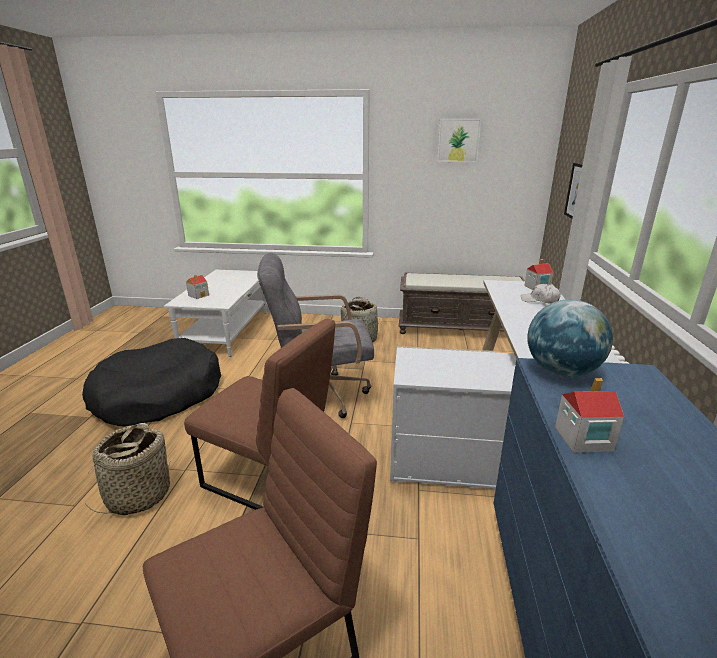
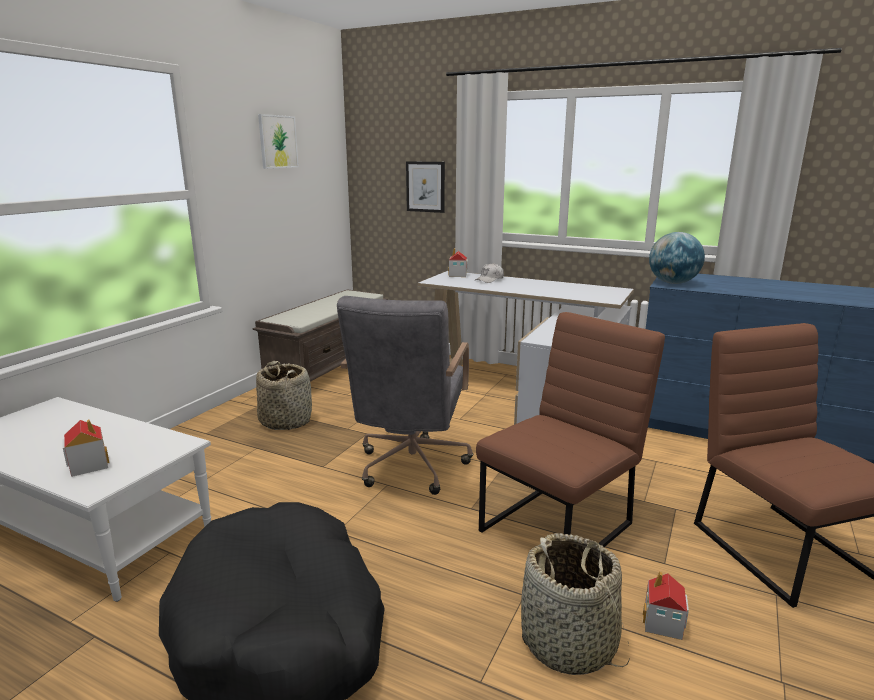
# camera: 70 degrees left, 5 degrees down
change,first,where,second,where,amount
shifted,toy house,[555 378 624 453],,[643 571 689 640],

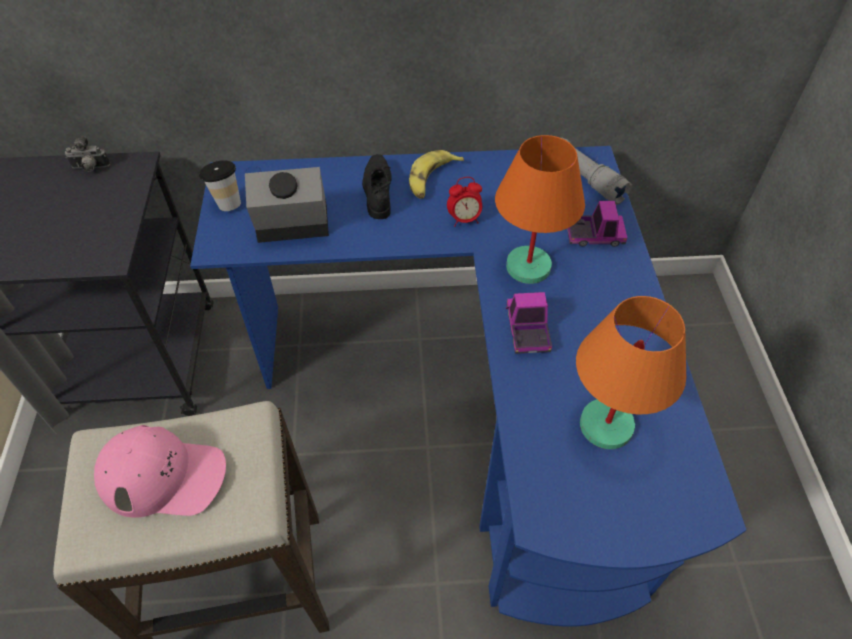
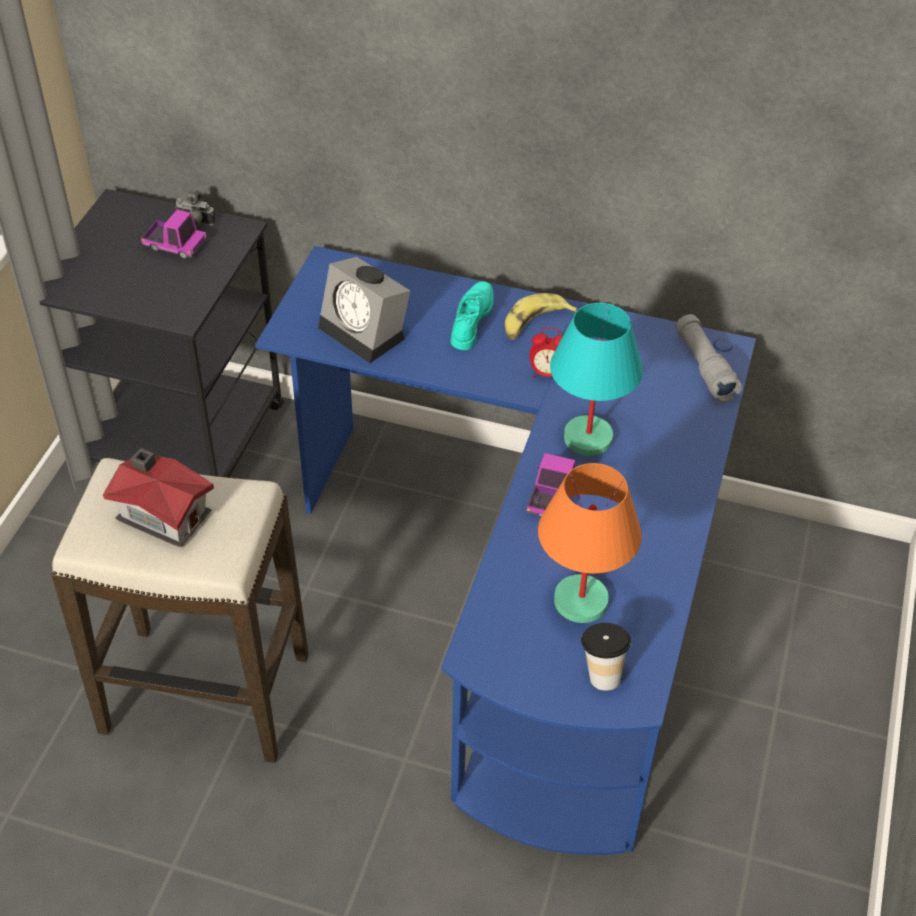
# camera: 20 degrees right, 5 degrees down
change,first,where,second,where,amount
shifted,small cup,[199 160 241 211],,[581 623 631 691],
shifted,toy lorry,[567 201 627 247],,[141 209 207 259],
swapped,pinkish peaked cap,[94 425 226 518],toy house,[103 448 214 548],
repainted,black item of footwear,[362 154 392 219],turquoise-coloured item of footwear,[450 281 494 350],
repainted,orange-coloured lamp for a table,[495 135 585 284],turquoise-coloured lamp for a table,[550 303 643 456],
rotated,bedside clock,[245 167 329 243],,[318 257 410 363],150 degrees counterclockwise

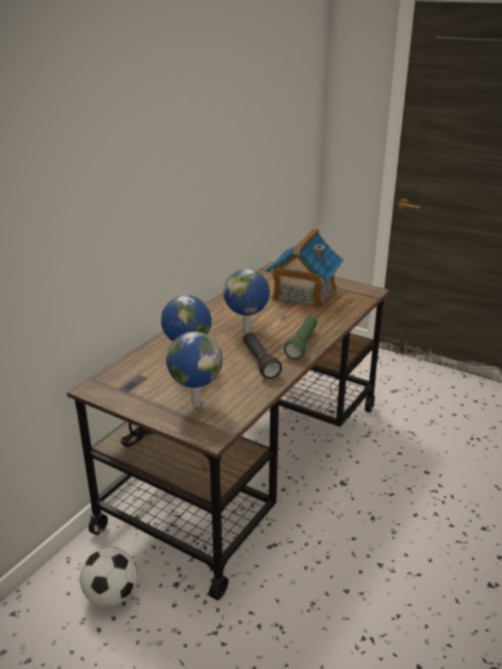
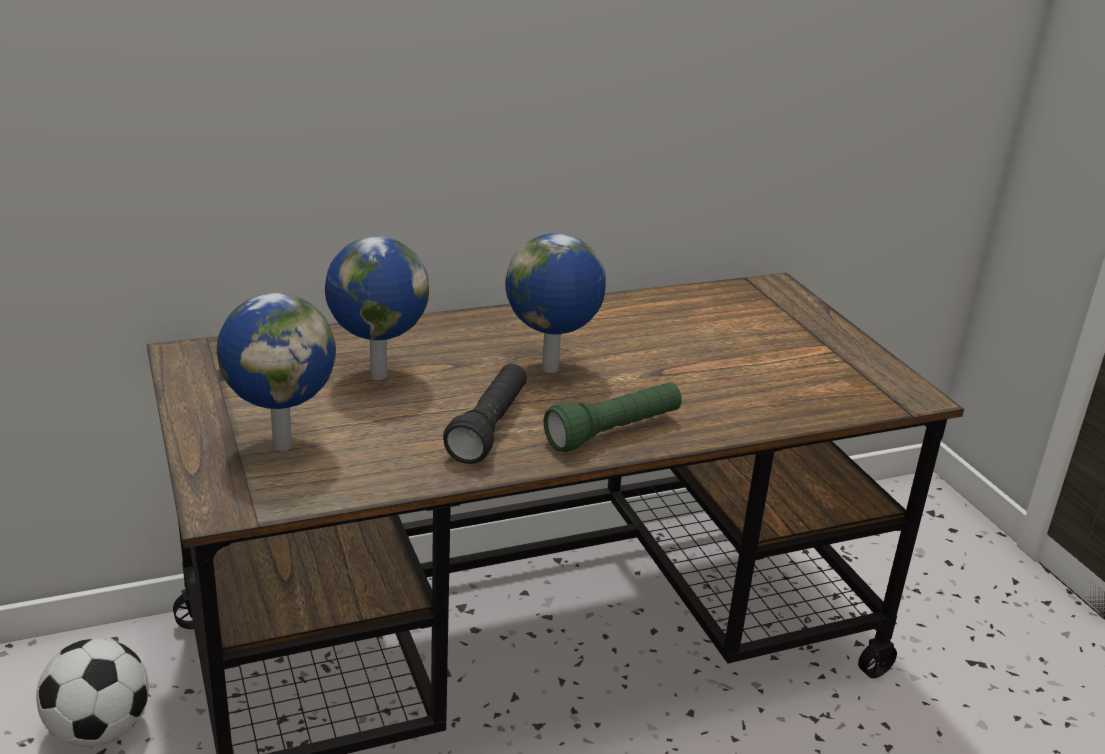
# camera: 35 degrees right, 0 degrees up
change,first,where,second,where,amount
gone,toy house,[266 228 344 309],,,

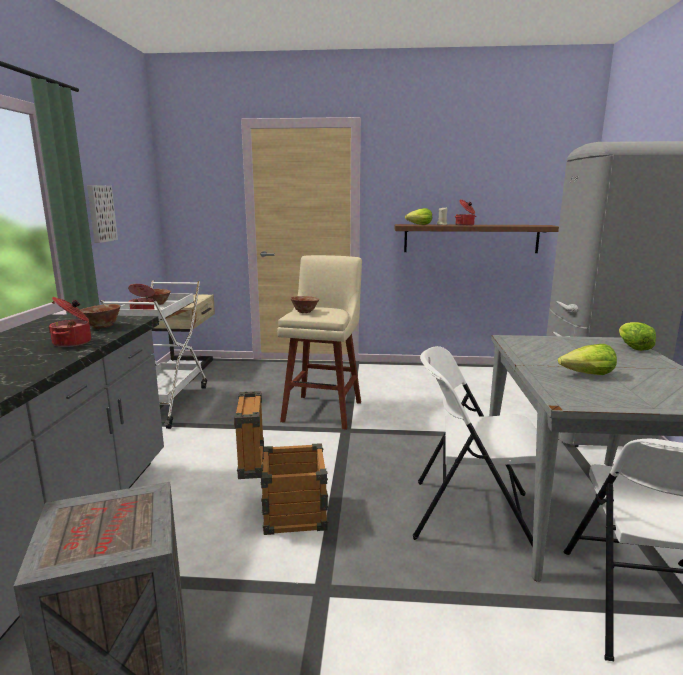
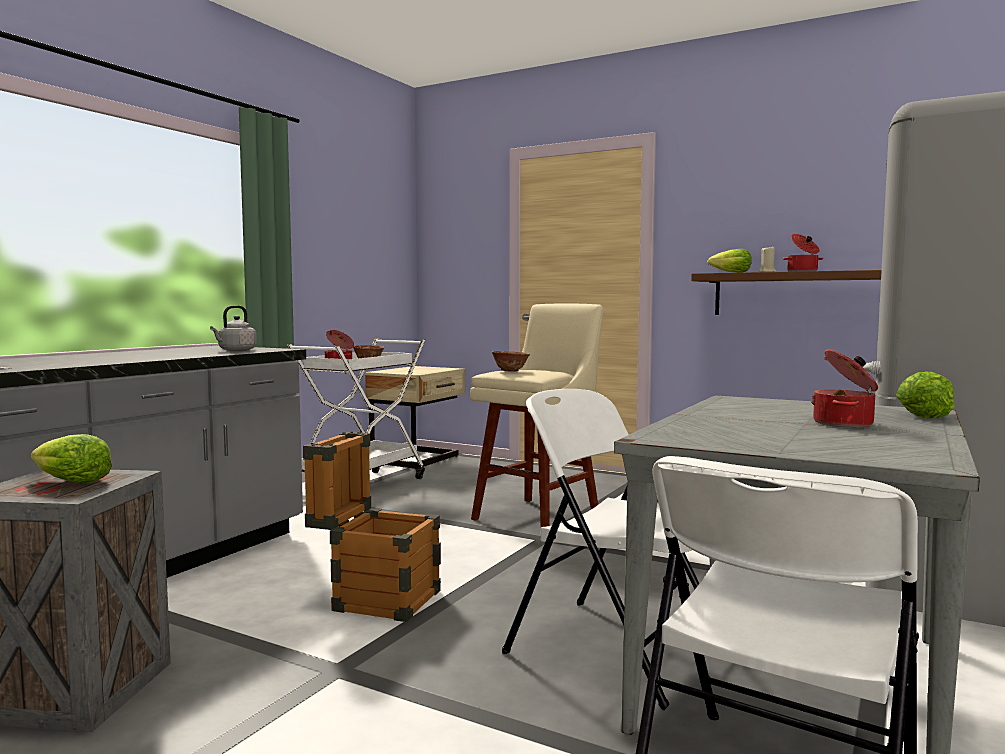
# camera: 25 degrees right, 10 degrees down
change,first,where,second,where,amount
gone,wall picture,[87 185 118 243],,,
shifted,saucepot,[48 297 91 347],,[811 349 878 428],
shifted,head of lettuce,[558 344 617 375],,[31 434 112 484],
swapped,bowl,[80 304 120 329],greyish water kettle,[210 305 257 351],

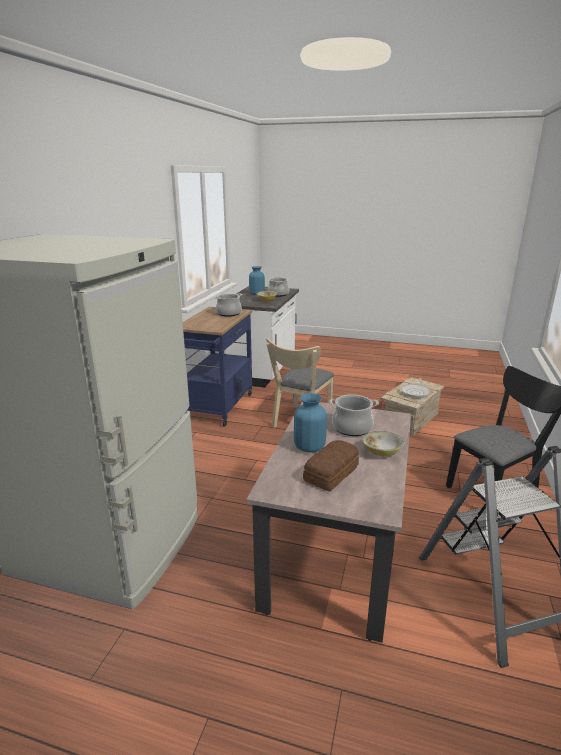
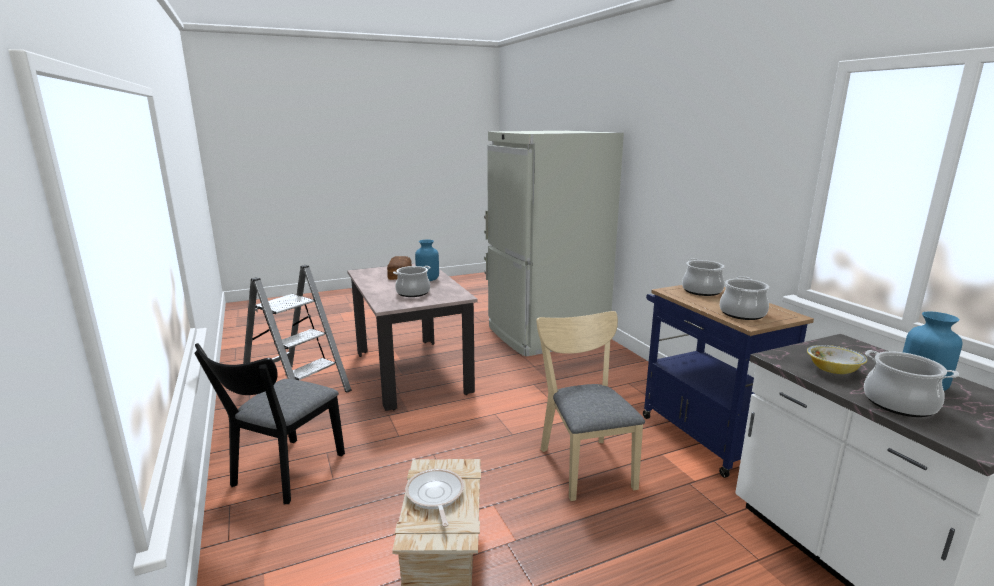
# camera: 140 degrees right, 5 degrees down
change,first,where,second,where,amount
gone,bowl,[362 431 405 457],,,
new,,,saucepot,[682 258 725 296],

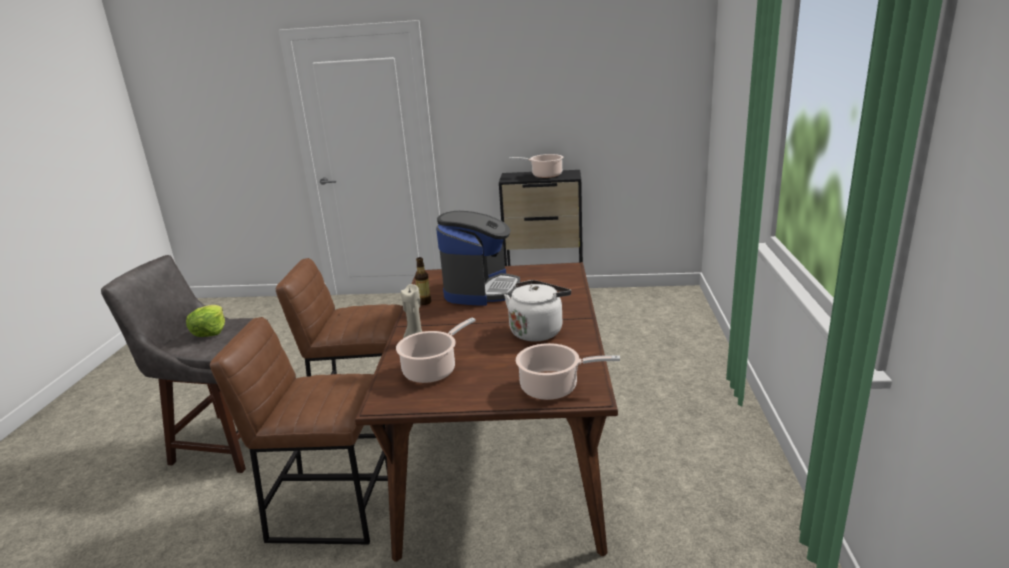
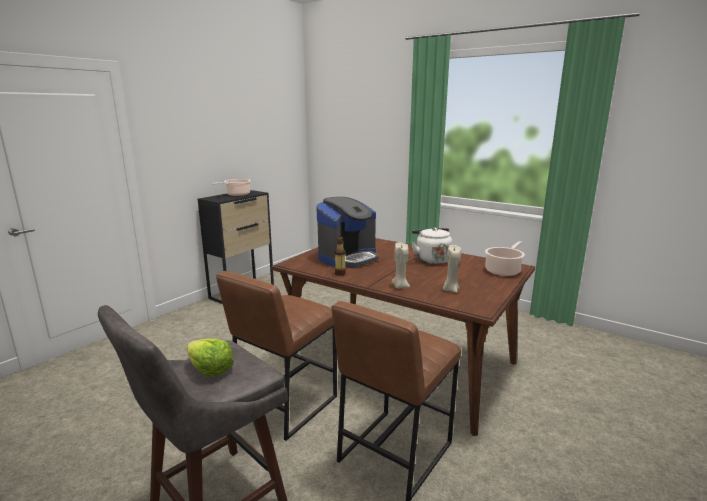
# camera: 60 degrees left, 5 degrees down
change,first,where,second,where,amount
swapped,saucepot,[396 317 476 383],beige wax light,[443 245 462 293],
rotated,coffee maker,[436 211 520 306],,[316 197 378 268],90 degrees clockwise

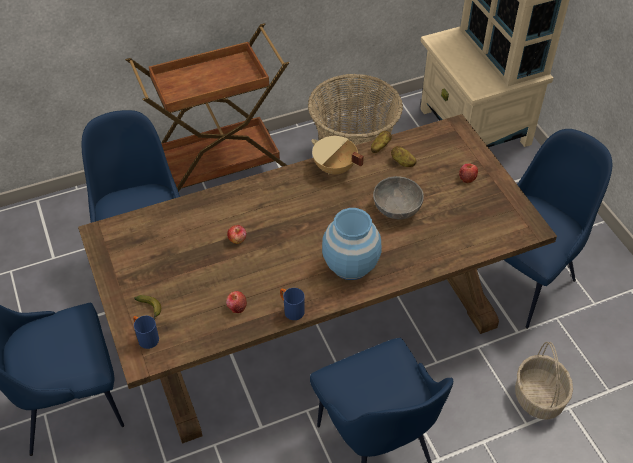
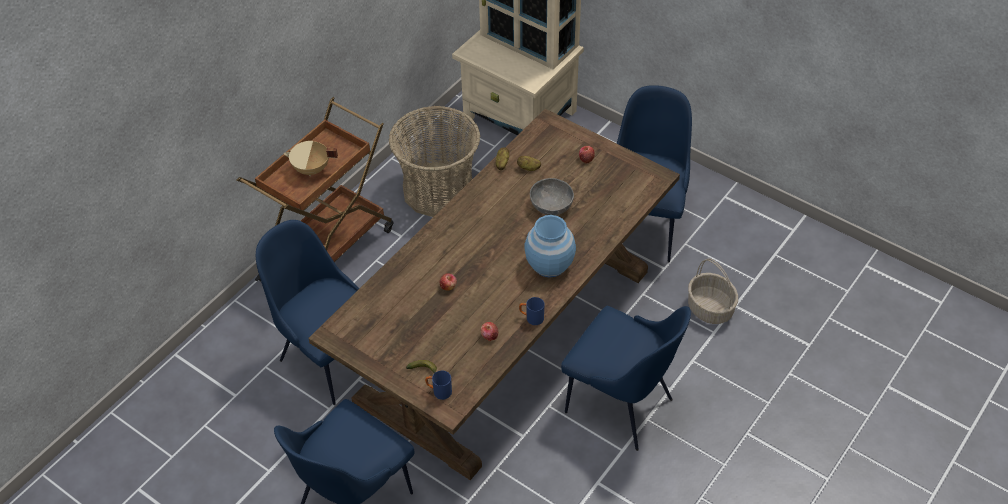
# camera: 30 degrees left, 0 degrees up
change,first,where,second,where,amount
shifted,beige saucepot,[311 136 364 174],,[284 141 338 176],

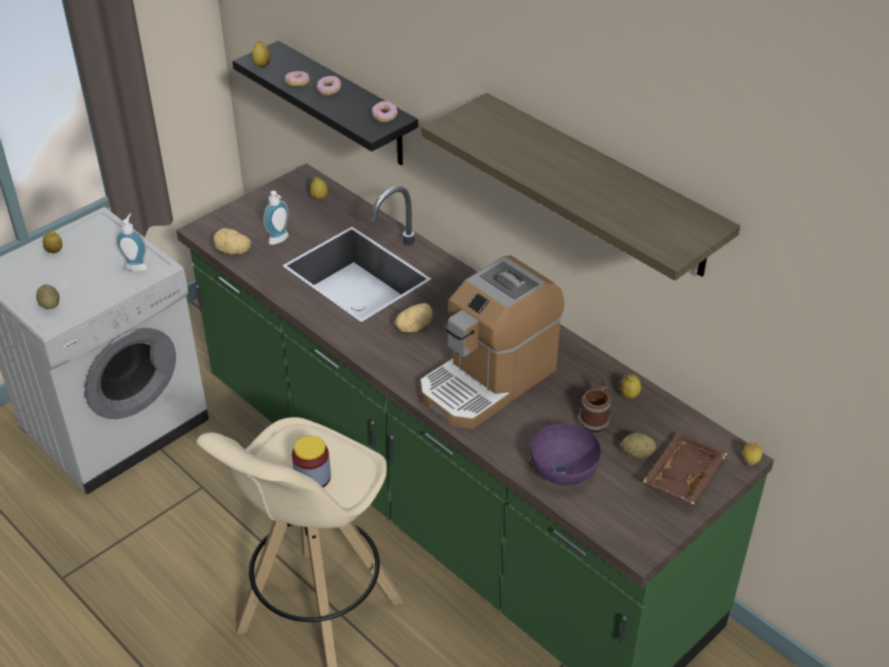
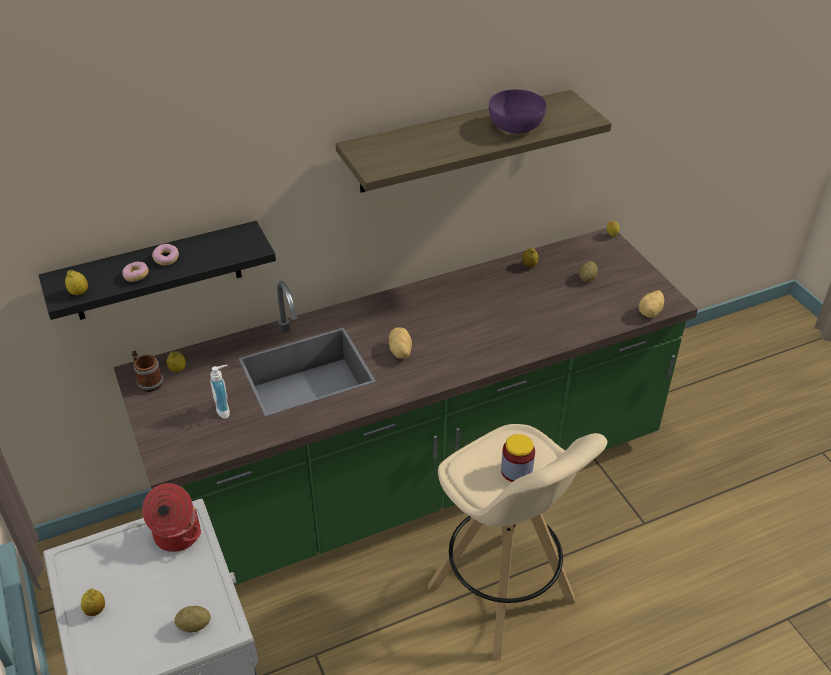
# camera: 70 degrees left, 0 degrees up
change,first,where,second,where,amount
gone,doughnut,[372 101 398 122],,,
gone,coffee maker,[420 255 564 429],,,
gone,brown tray,[643 432 728 505],,,
shifted,spud,[213 228 251 255],,[639 290 664 318],
shifted,purplish bowl,[530 423 601 486],,[489 90 546 134],
shifted,tea mug,[579 380 611 432],,[132 350 163 392],
swapped,liquid soap bottle,[116 214 147 271],saucepot,[142 483 201 552],

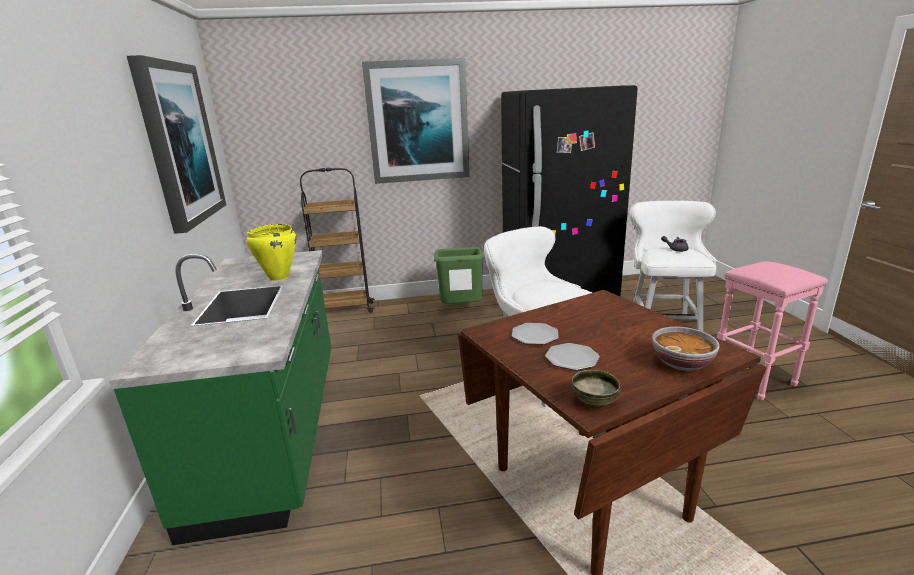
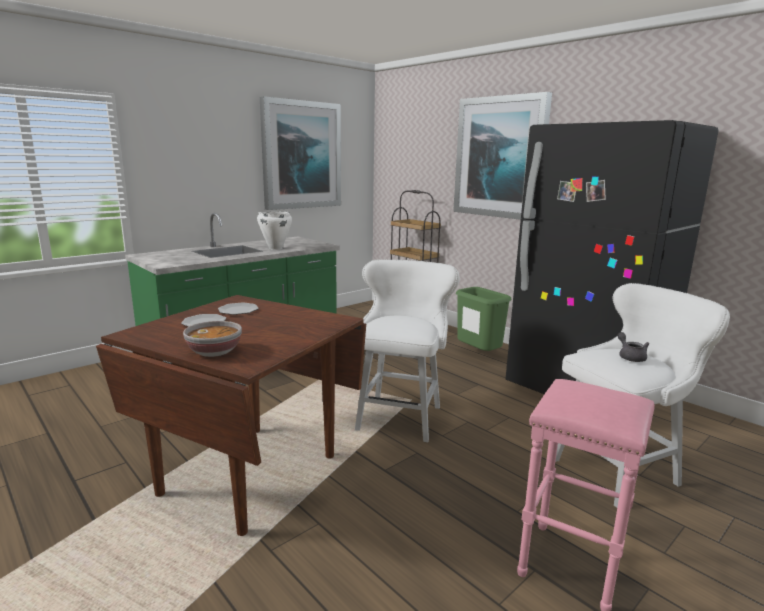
# camera: 55 degrees right, 5 degrees down
change,first,where,second,where,amount
gone,bowl,[571 370 620 406],,,
repainted,yellow saucepot,[246 224 296 281],white saucepot,[257 212 292 250],

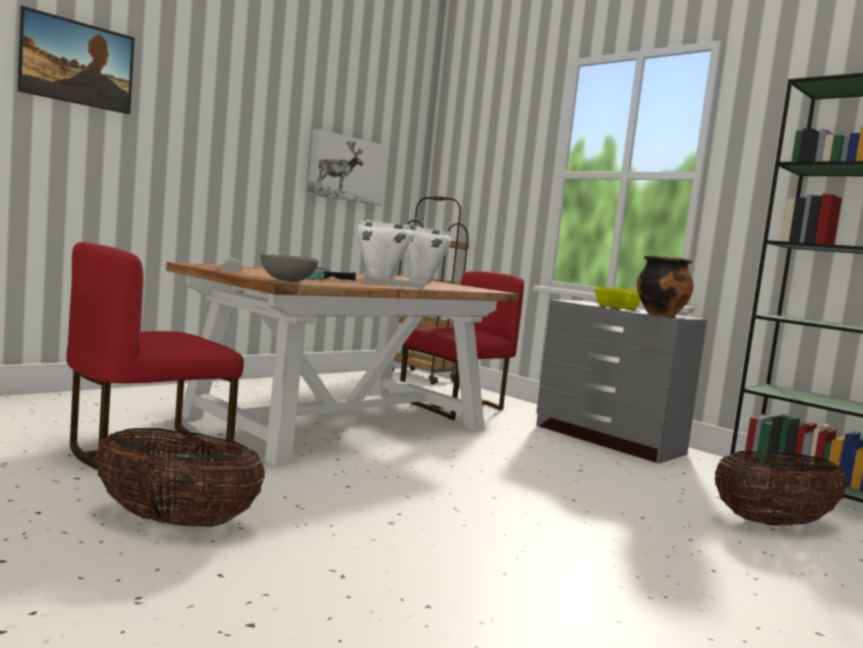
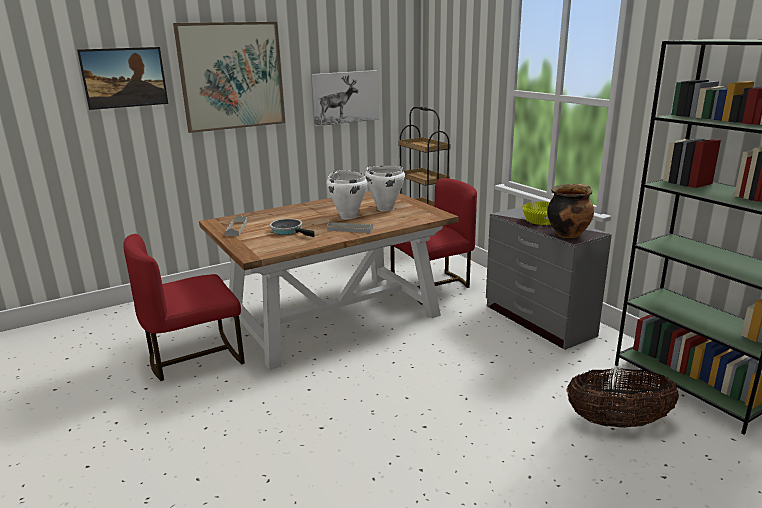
# camera: 15 degrees right, 15 degrees up
change,first,where,second,where,amount
gone,storage basket,[95 428 265 527],,,
gone,greyish bowl,[260 254 319 282],,,
new,,,wall picture,[173 22 285 133],

